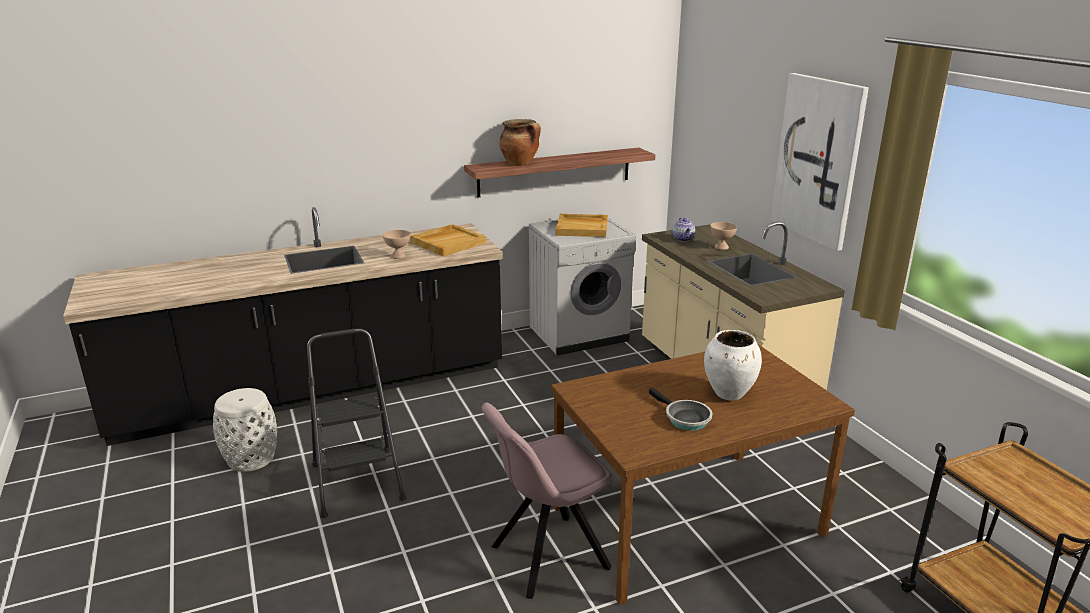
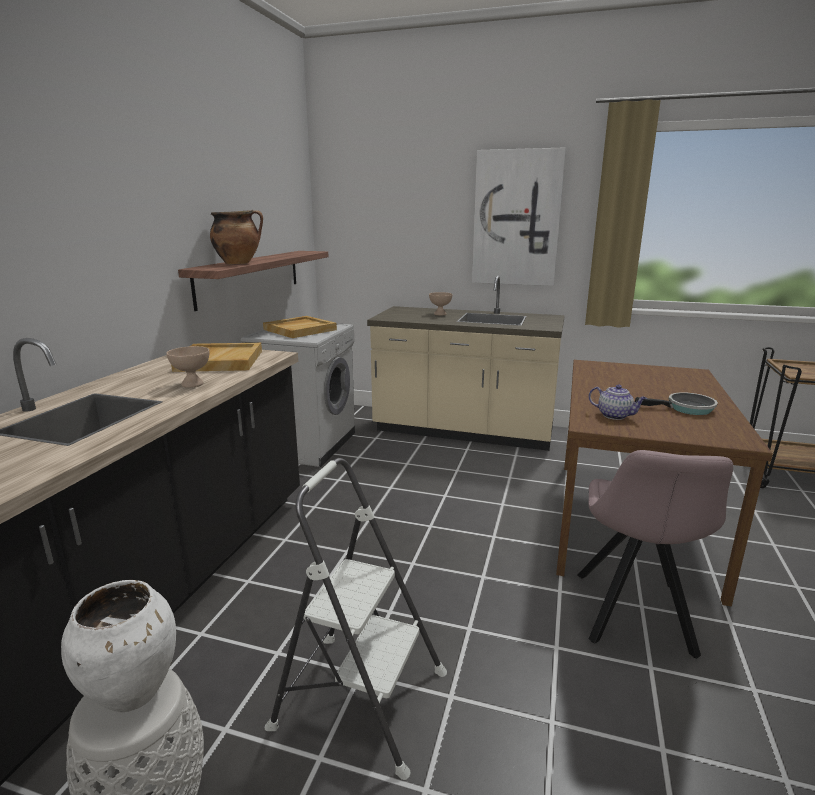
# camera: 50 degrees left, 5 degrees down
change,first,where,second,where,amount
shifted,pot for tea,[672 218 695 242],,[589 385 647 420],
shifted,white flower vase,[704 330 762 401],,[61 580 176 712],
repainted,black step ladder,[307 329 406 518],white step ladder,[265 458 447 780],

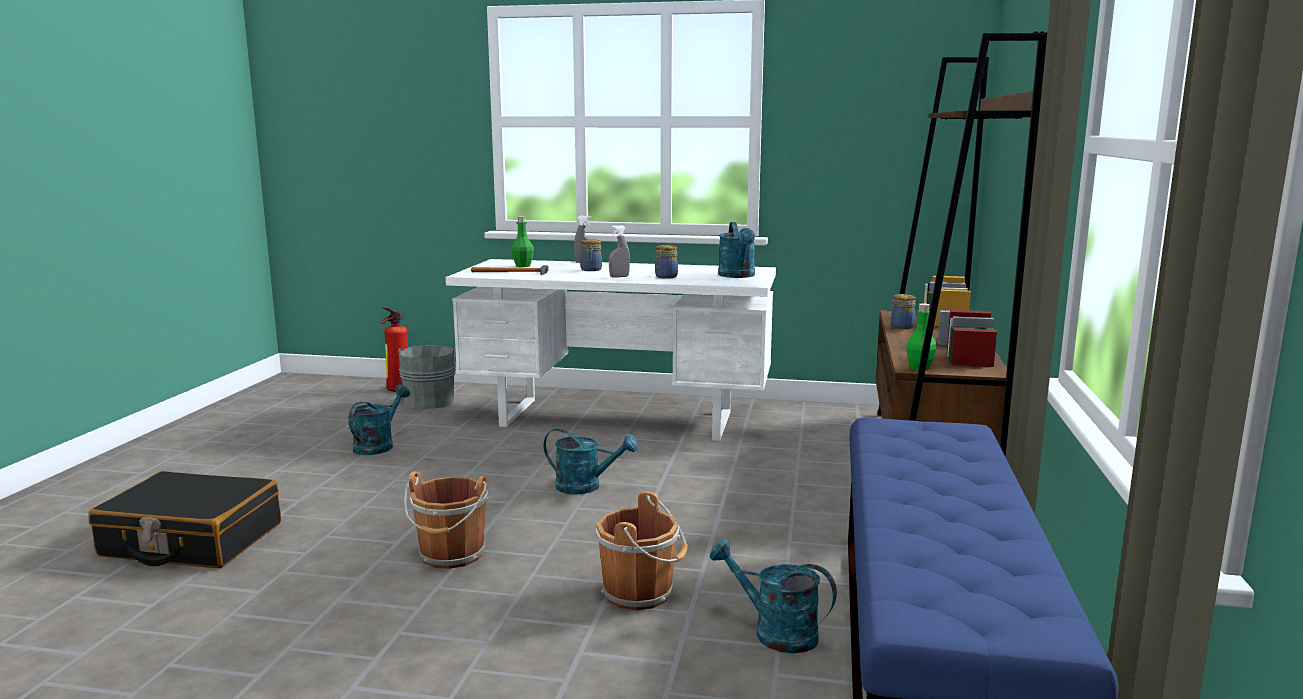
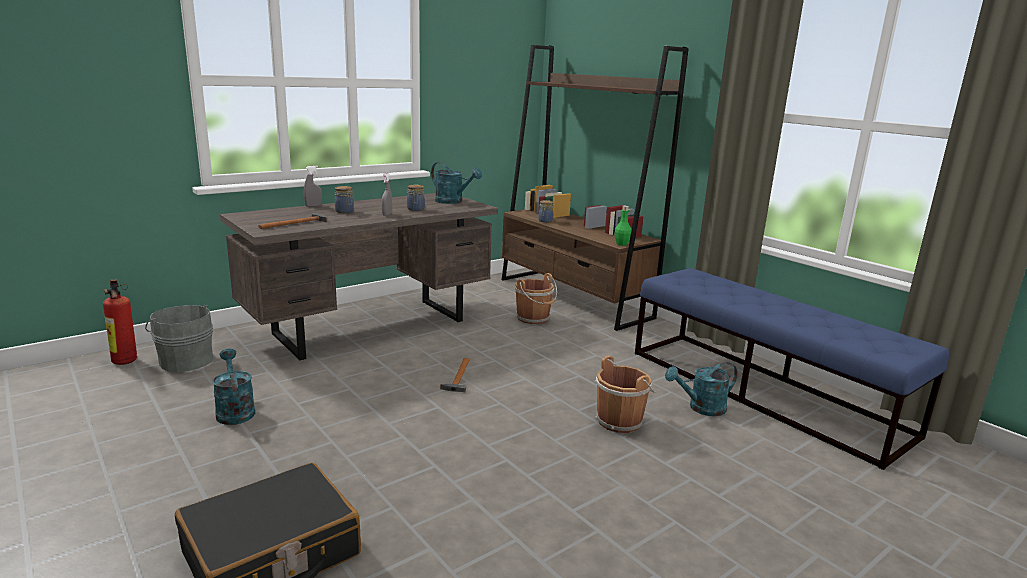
# camera: 50 degrees left, 5 degrees up
change,first,where,second,where,amount
gone,green-coloured beverage bottle,[511 217 534 267],,,
shifted,brown pail,[404 471 489 569],,[515 273 557 324],
swapped,turquoise-coloured watering pot,[544 429 638 495],hand hammer,[440 358 469 392],
repainted,white desk,[446 259 776 441],brown desk,[220 193 498 361],

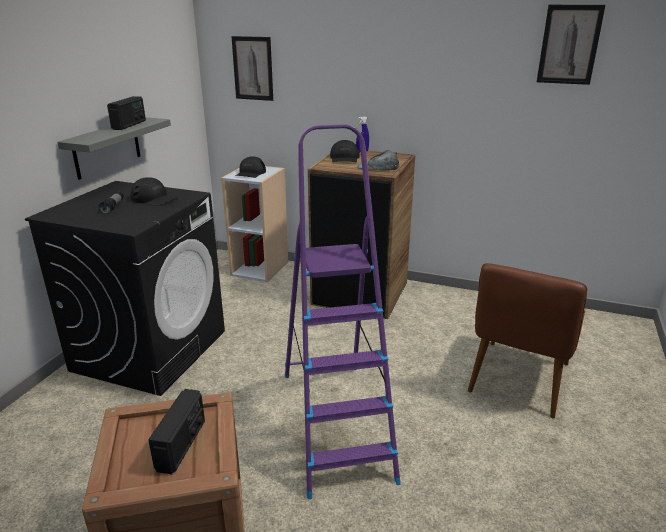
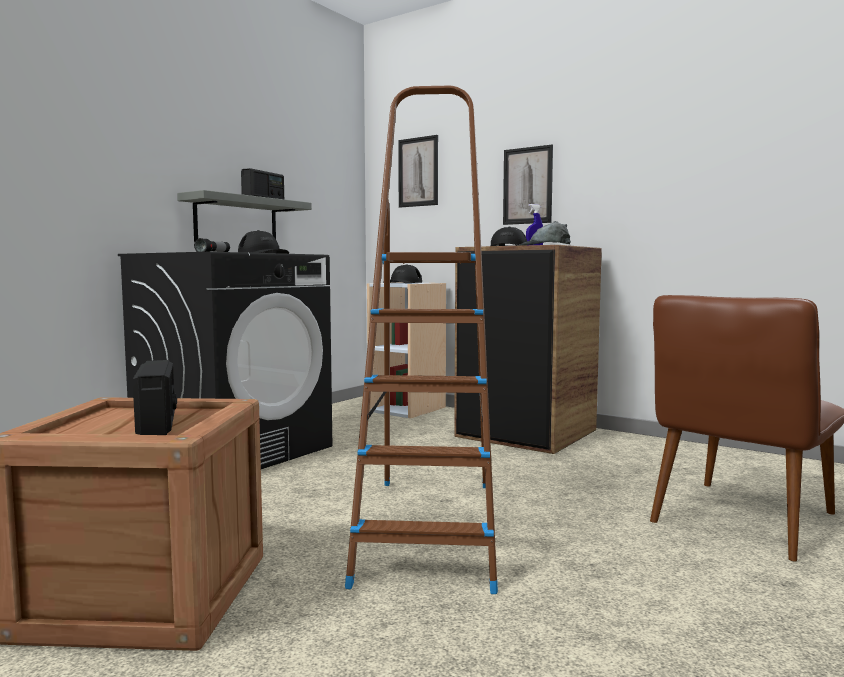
# camera: 15 degrees right, 20 degrees down
change,first,where,second,where,amount
shifted,wall picture,[537 5 605 85],,[503 145 553 225],
repainted,purplish step ladder,[285 124 400 499],brown step ladder,[345 86 498 594],
rotated,radio,[148 389 205 474],,[133 360 177 435],45 degrees counterclockwise

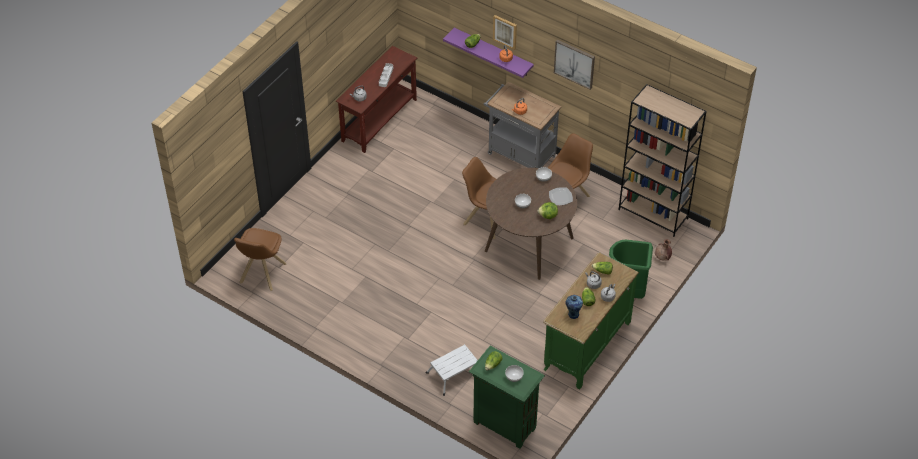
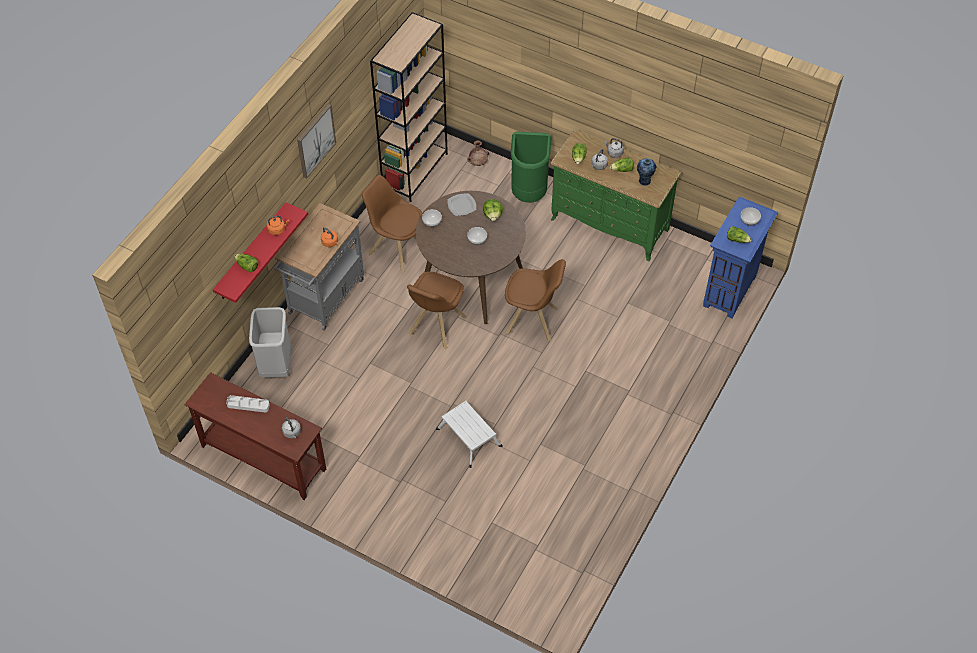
# camera: 95 degrees left, 5 degrees up
change,first,where,second,where,amount
gone,wall picture,[493 15 517 50],,,
new,,,greyish trash can,[249 307 291 378],
shifted,brown chair,[234 228 286 291],,[505 259 566 341],
shifted,white step ladder,[426 344 478 396],,[436 401 503 468],
repainted,purplish wall shelf,[443 28 534 78],reddish wall shelf,[213 202 308 303],
repainted,green-coloured cabinet,[469 346 545 449],blue cabinet,[703 197 778 318],

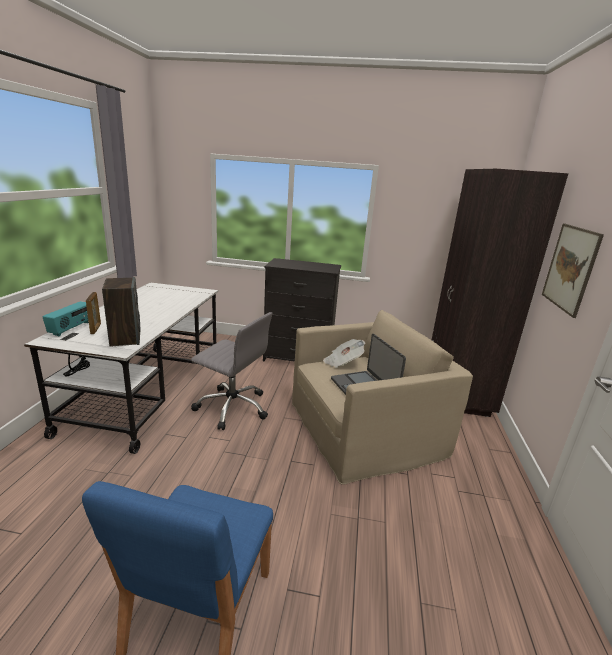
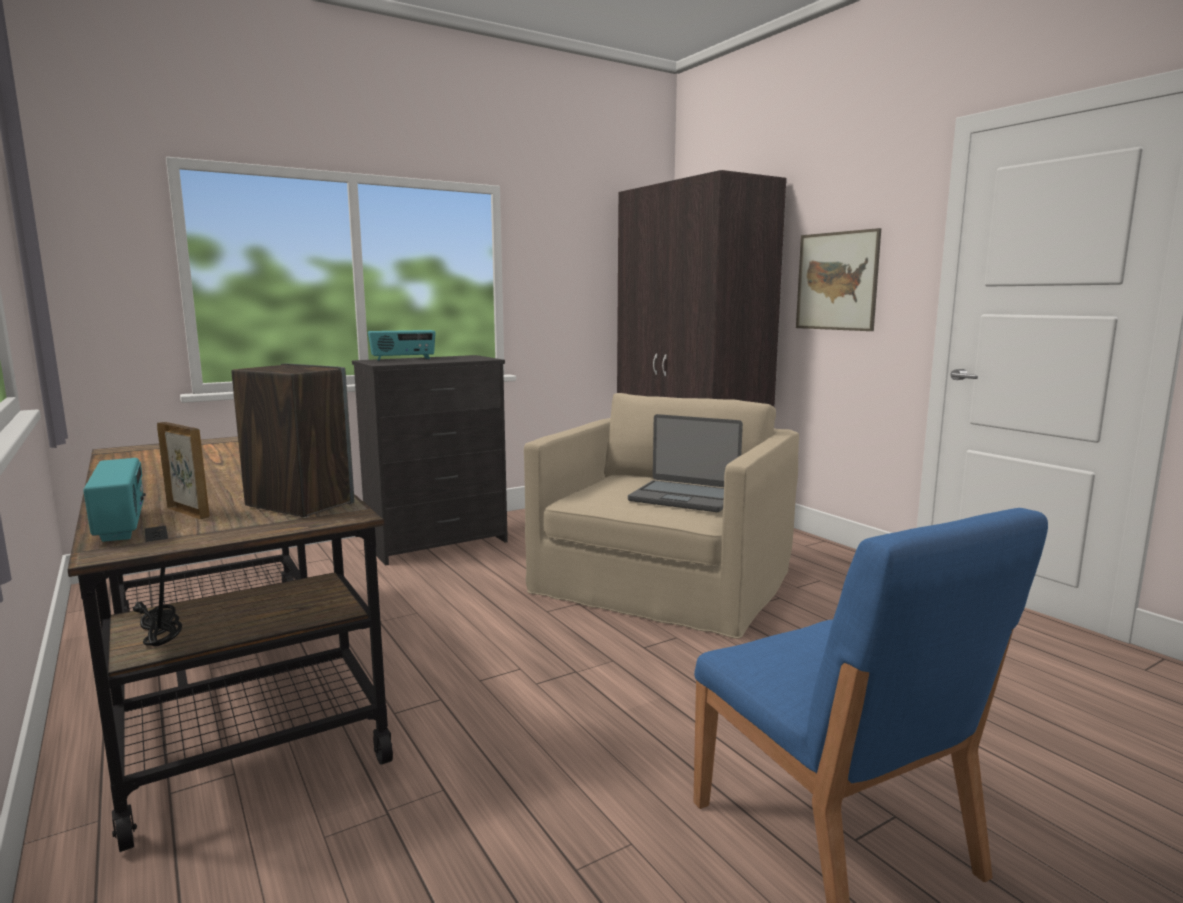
# camera: 40 degrees left, 10 degrees down
change,first,where,second,where,amount
gone,greyish office chair,[191 312 273 430],,,
gone,newspaper,[323 339 366 368],,,
new,,,radio,[368 330 436 361],
repainted,white desk,[24 282 218 454],brown desk,[68 436 393 852],

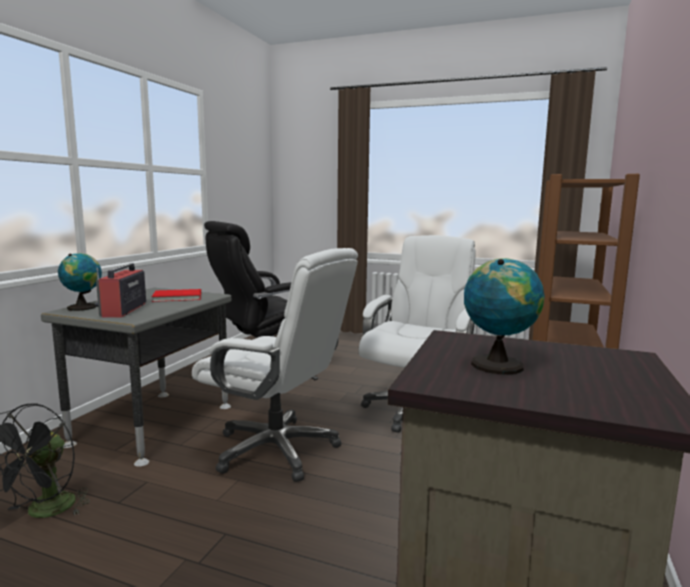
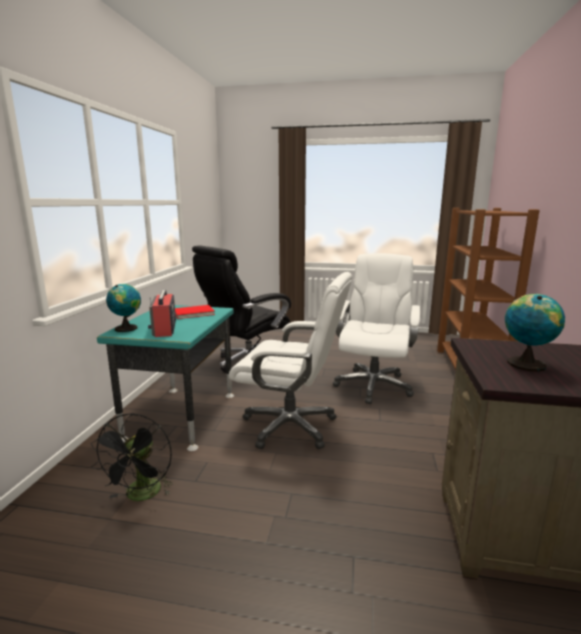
# camera: 10 degrees left, 5 degrees up
change,first,where,second,where,amount
repainted,greyish desk,[41 288 231 467],turquoise-coloured desk,[97 305 234 451],

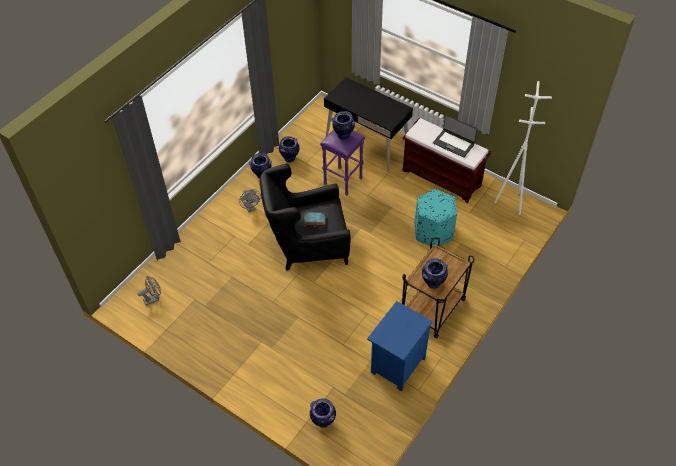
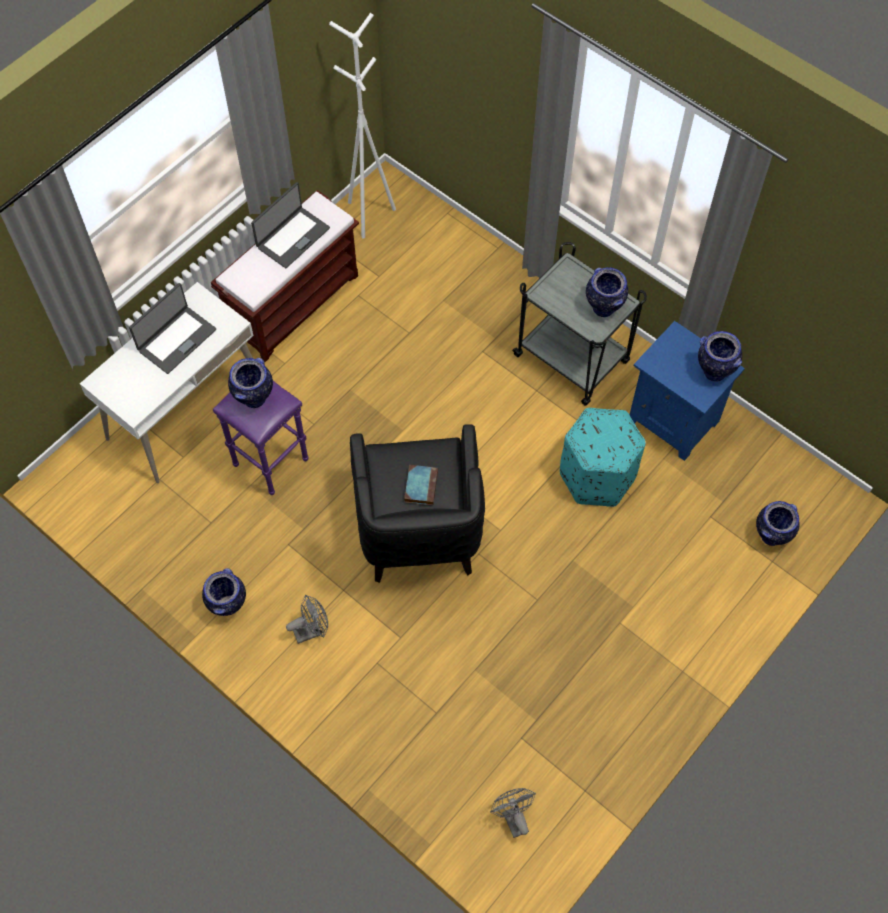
# camera: 85 degrees left, 10 degrees up
change,first,where,second,where,amount
new,,,notebook computer,[129 283 216 374],
shifted,flower vase,[279 136 300 162],,[698 331 742 382],
shifted,turquoise-coloured footrest,[415 189 457 247],,[560 408 646 507],
repainted,black desk,[324 77 413 172],white desk,[80 282 254 483],
repainted,brown trolley,[402 237 474 339],greyish trolley,[512 242 647 406],

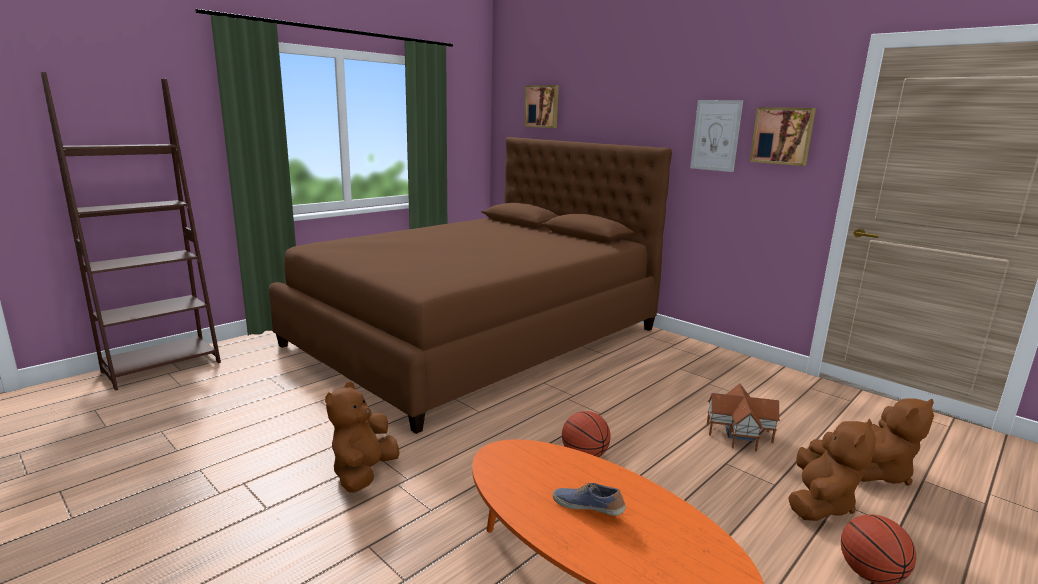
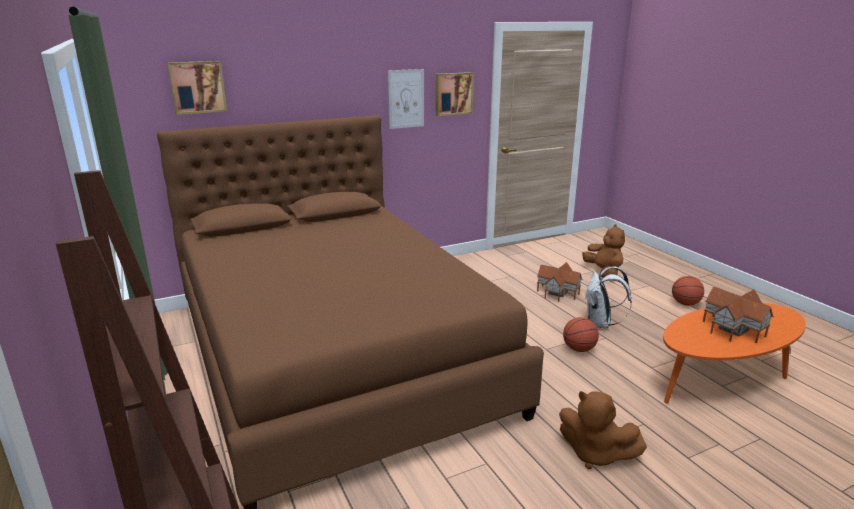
# camera: 70 degrees left, 5 degrees up
change,first,where,second,where,amount
gone,brown cuddly toy,[788 418 876 521],,,
new,,,white backpack,[585 267 632 329],
swapped,item of footwear,[553 482 626 516],toy house,[703 287 774 343],

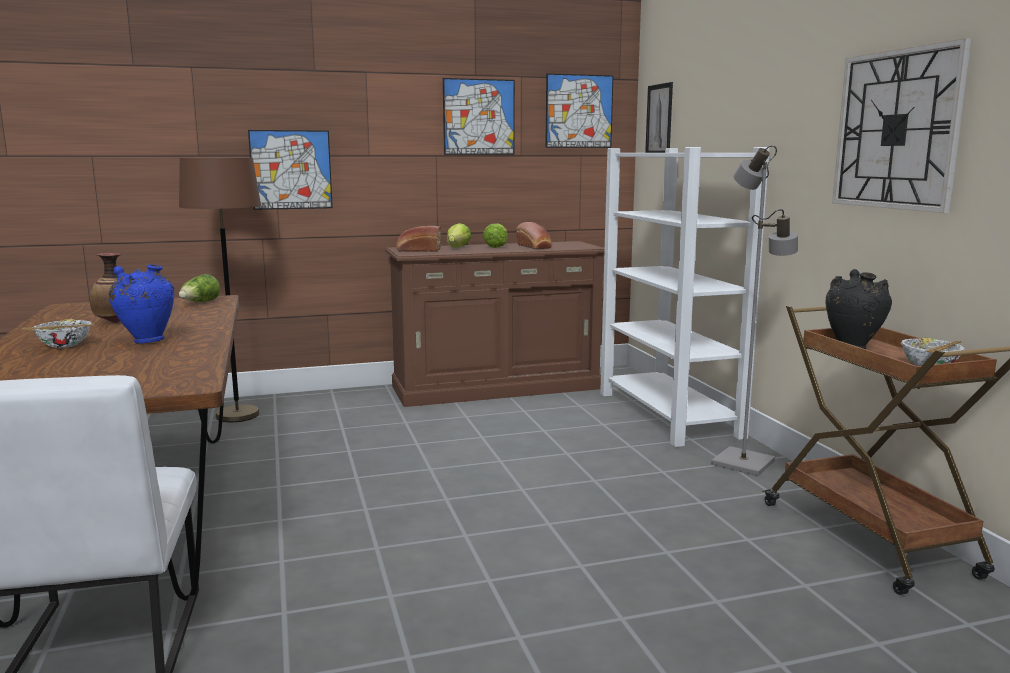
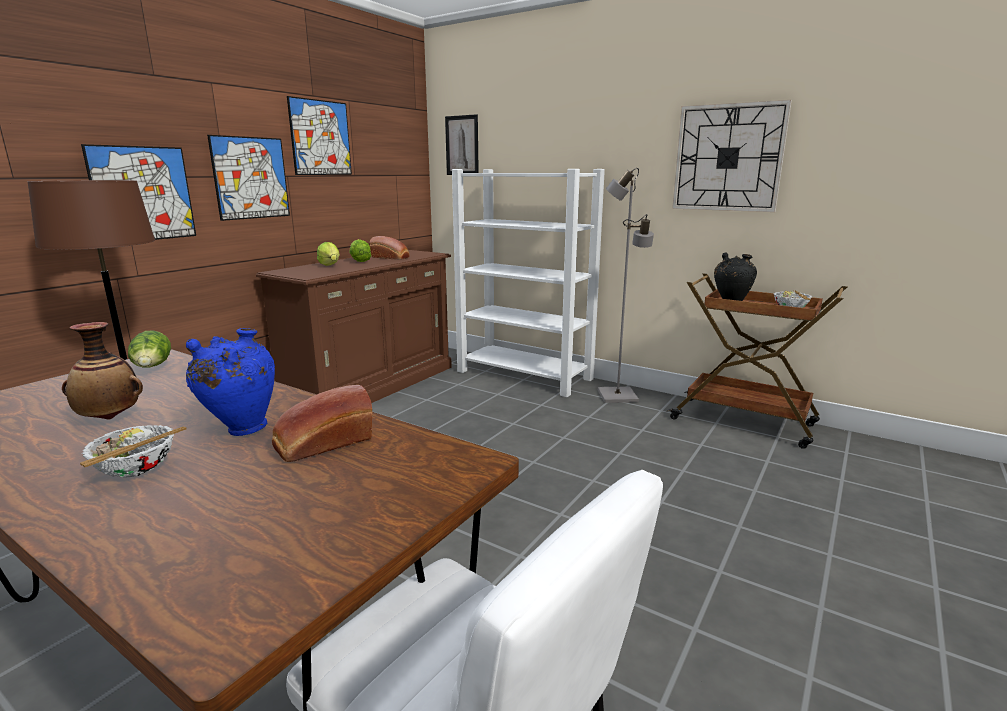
# camera: 40 degrees left, 5 degrees up
change,first,where,second,where,amount
shifted,bread,[397 226 441 252],,[272 385 372 462],
shifted,wall picture,[545 73 613 148],,[207 135 290 221],

